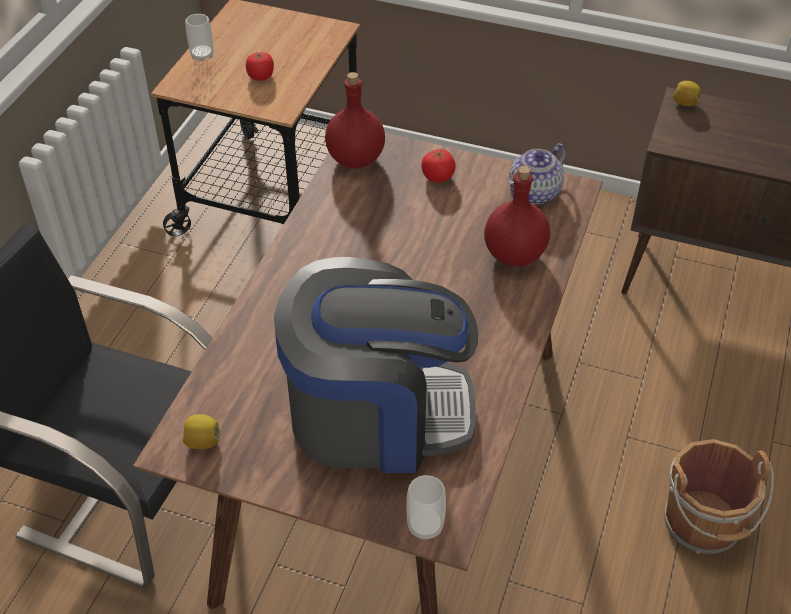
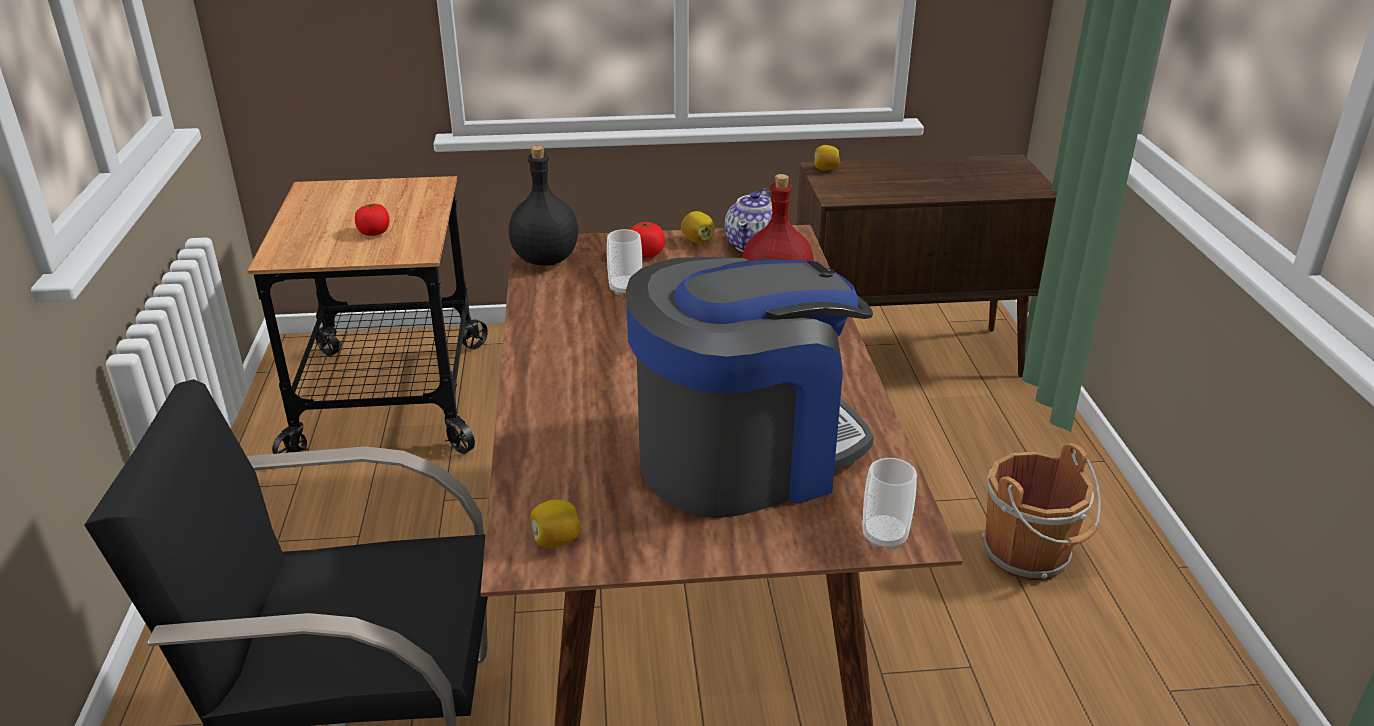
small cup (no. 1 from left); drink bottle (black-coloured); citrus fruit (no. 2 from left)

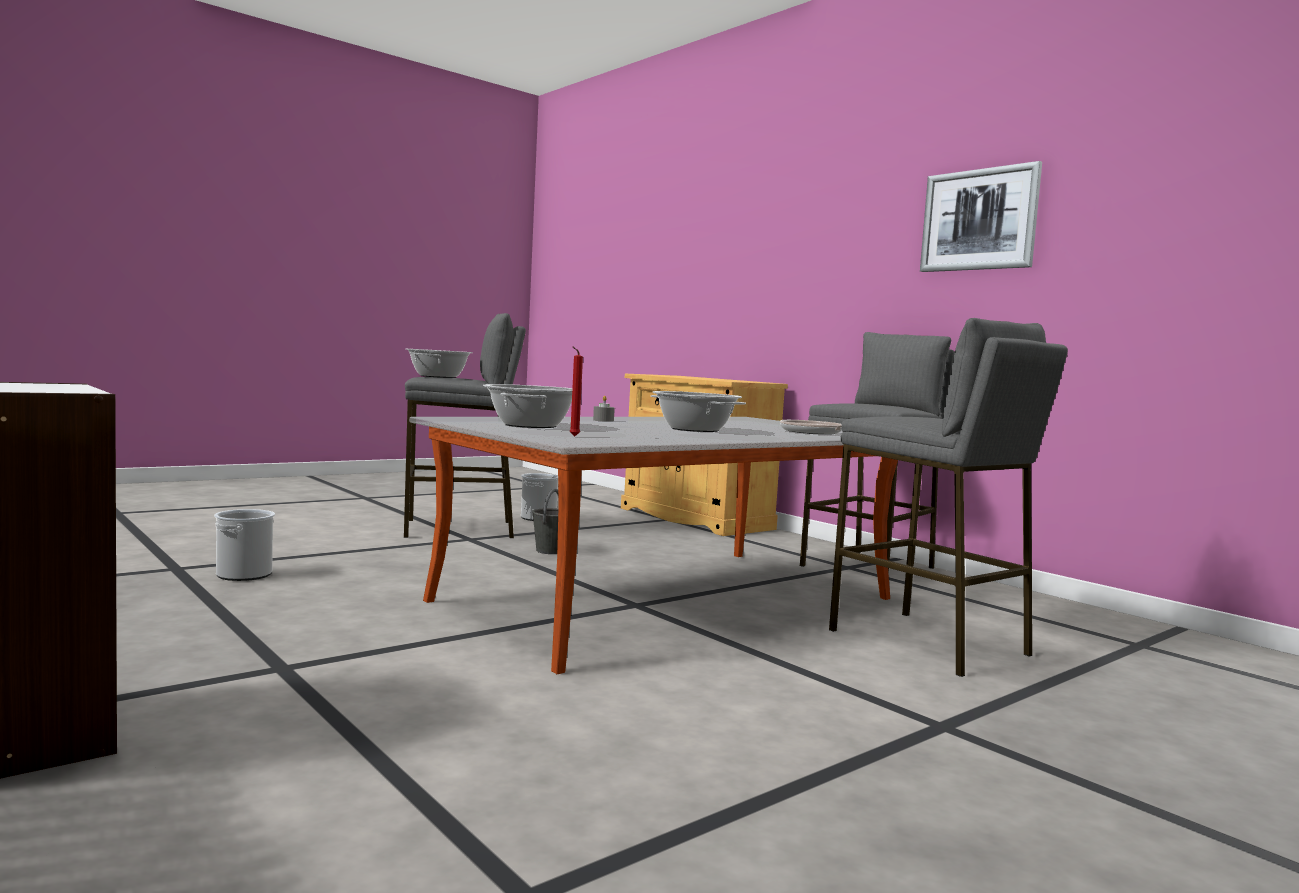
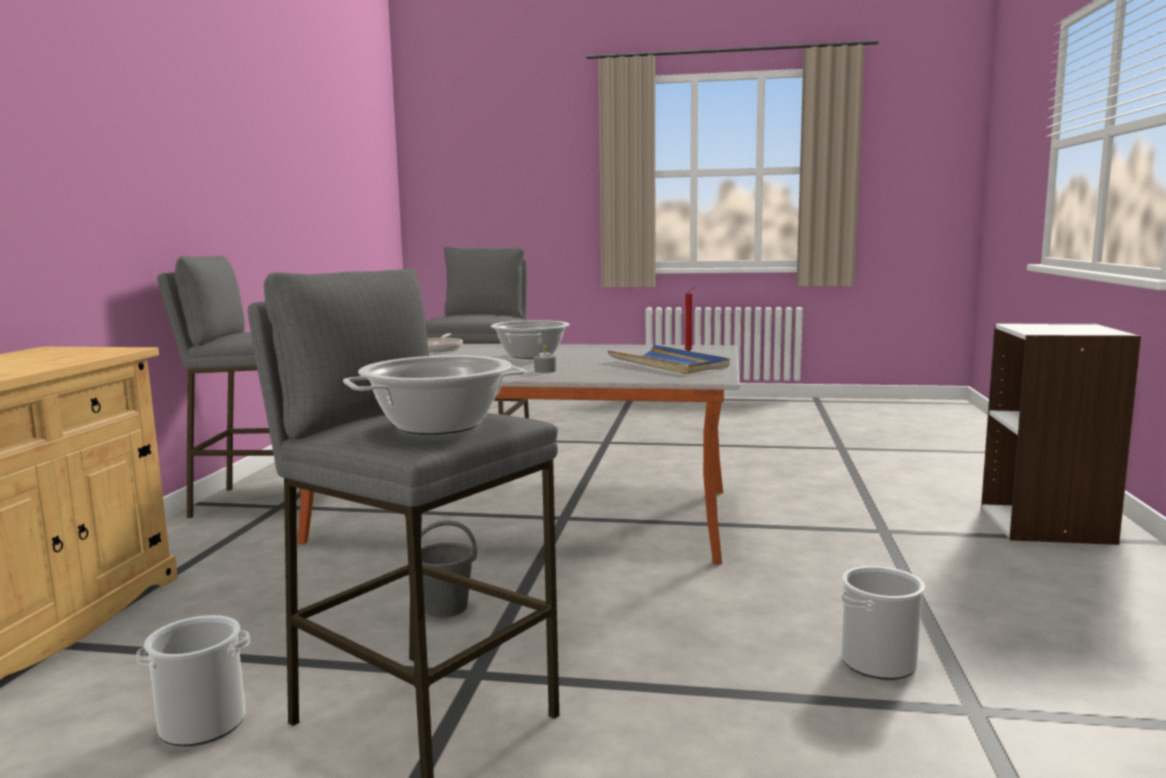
tray (bluish); wall art

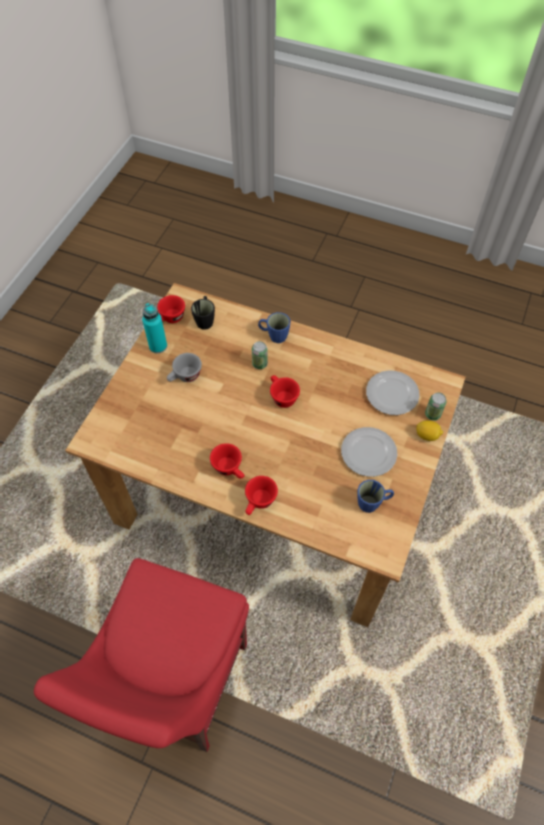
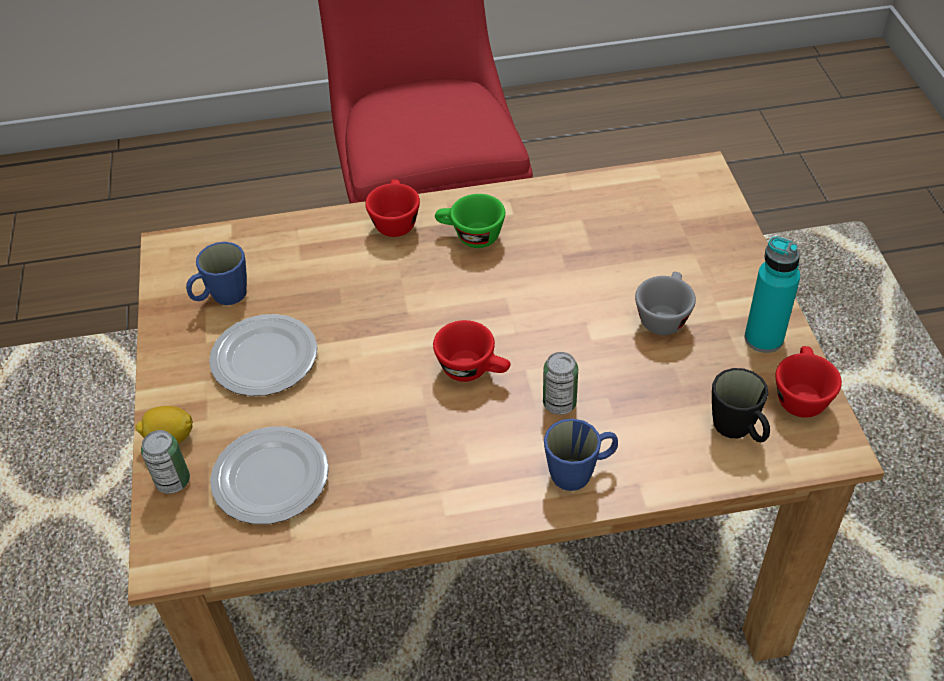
small cup (greenish)

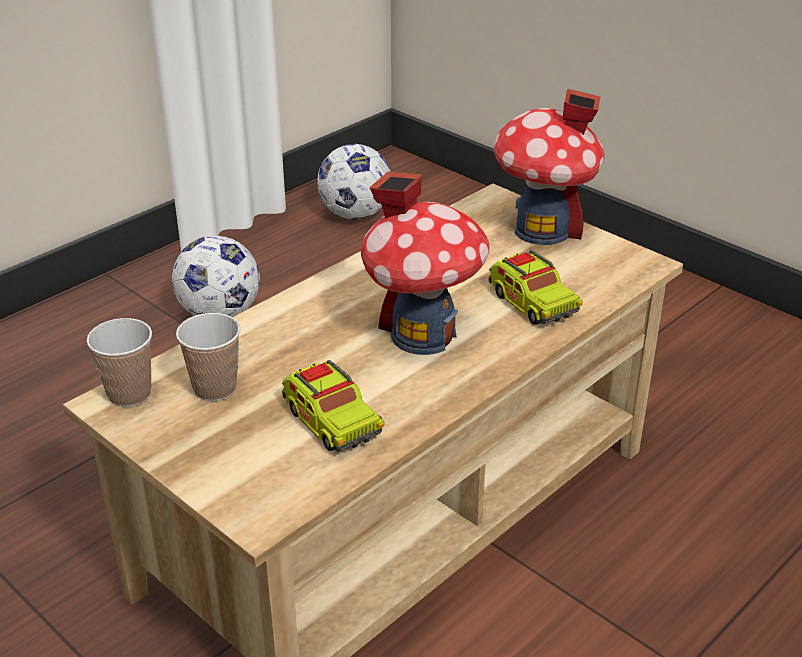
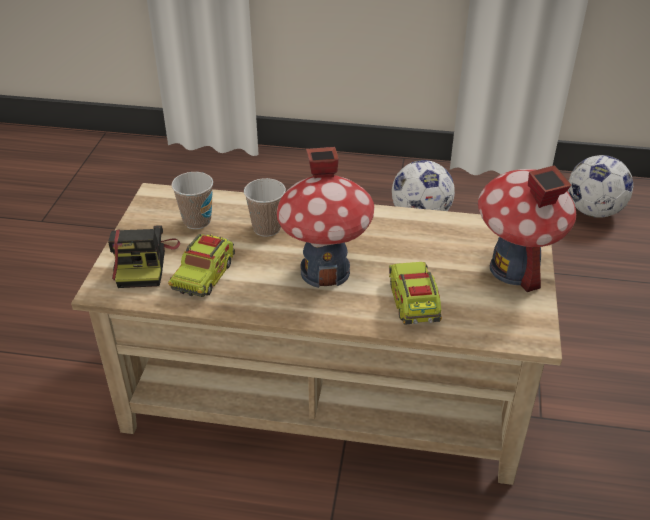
small cup (no. 2 from left); model truck (no. 2 from left); photo camera

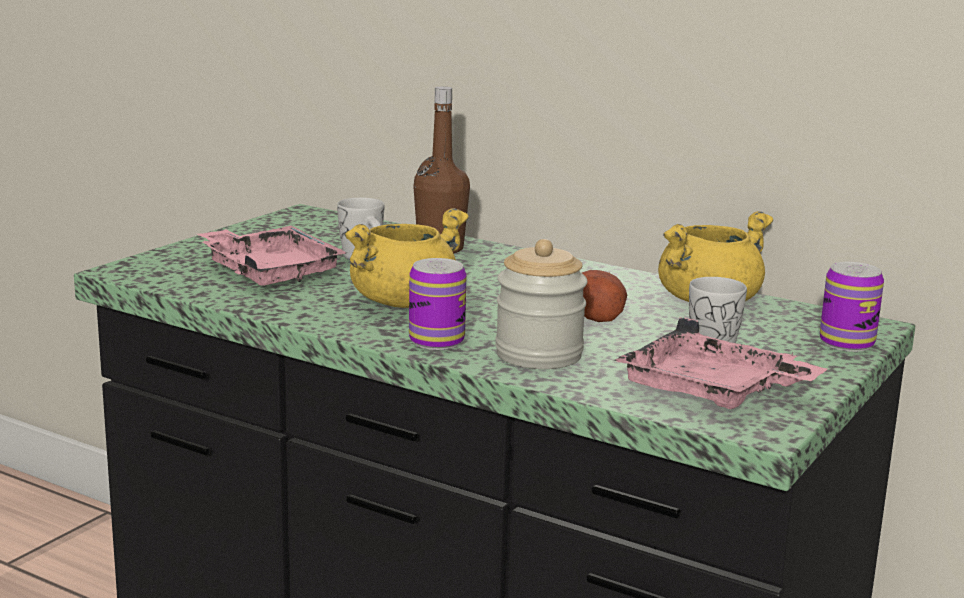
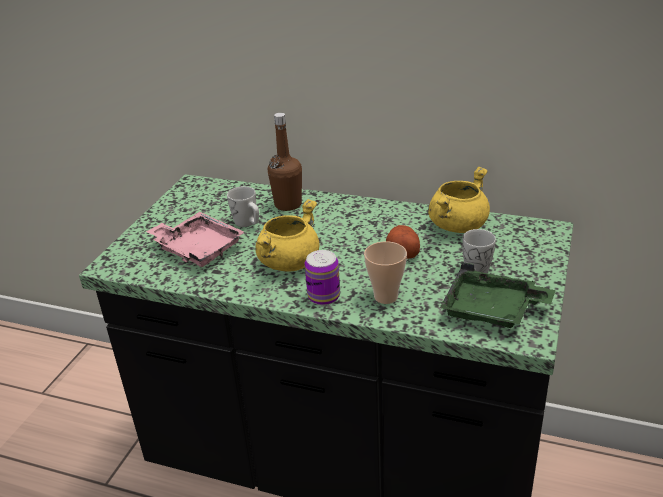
small cup; tray (greenish); sealed can (no. 2 from left in the first image)

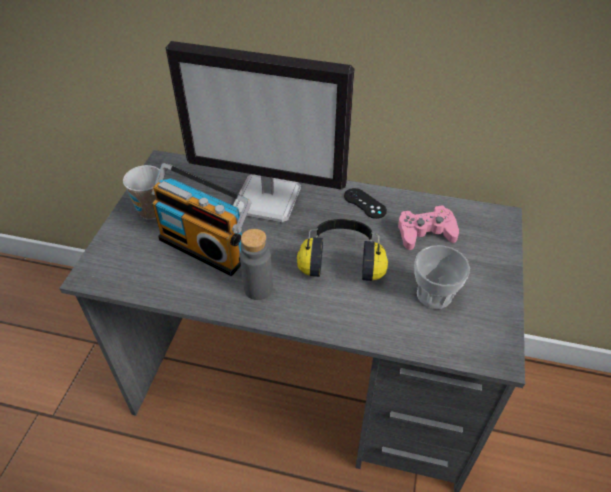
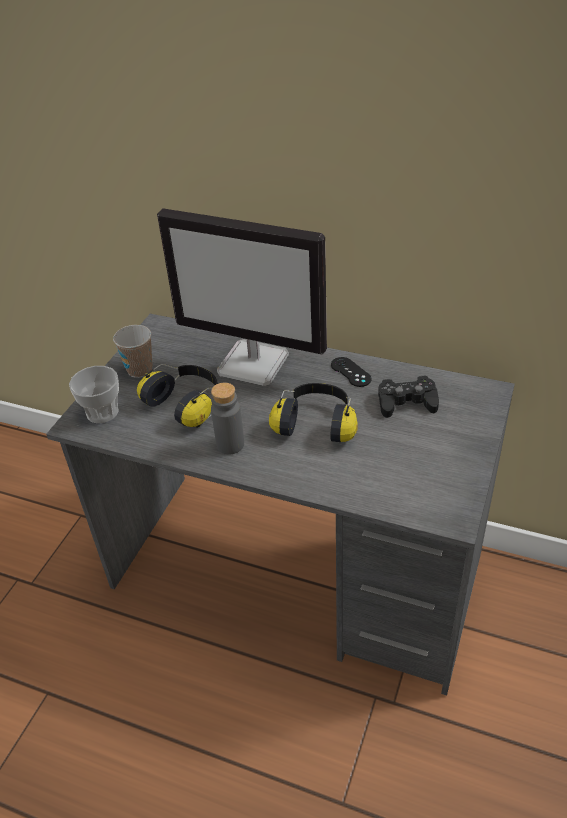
pair of headphones (no. 1 from left); game controller (black-coloured) (no. 2 from left); small cup (no. 1 from left)

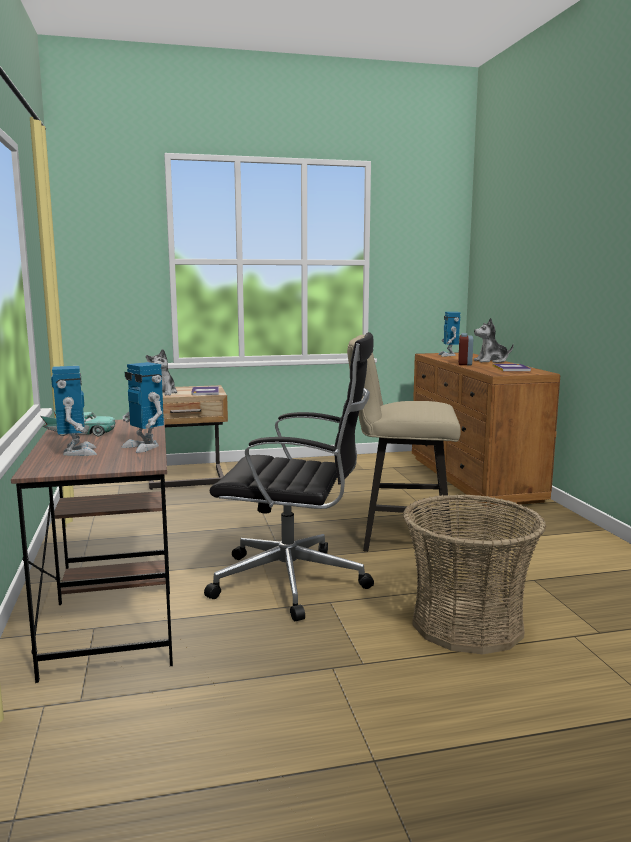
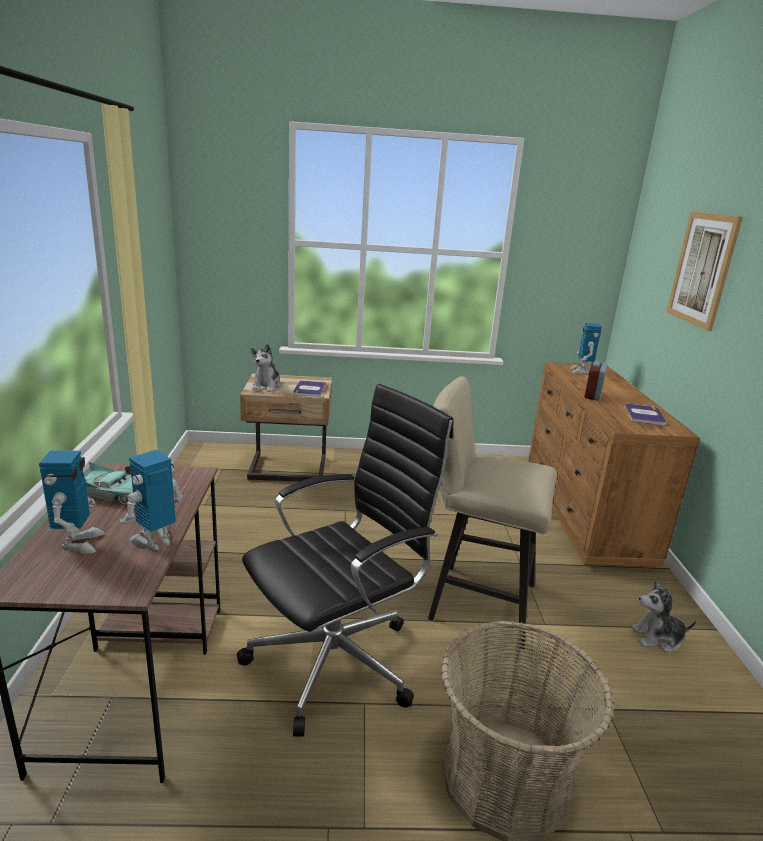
robot figure (no. 2 from left); office chair (black-coloured); plush toy (no. 2 from left); wall art

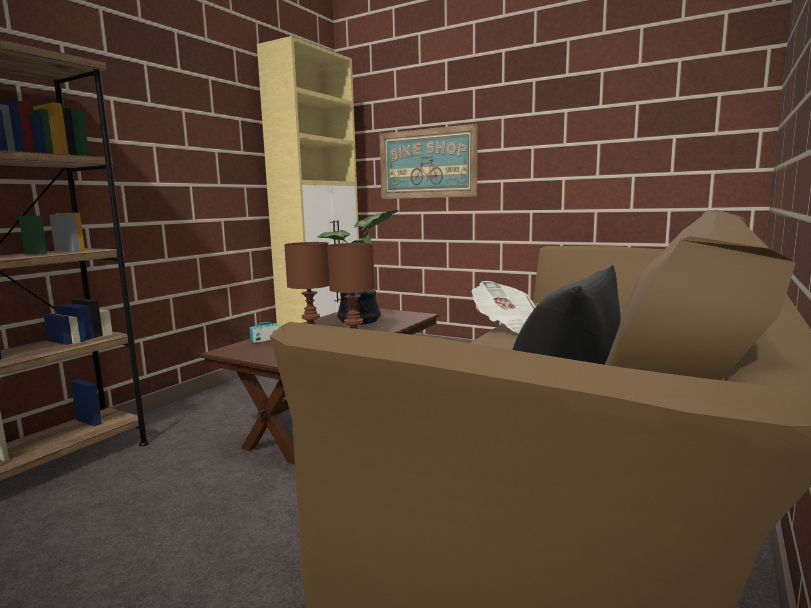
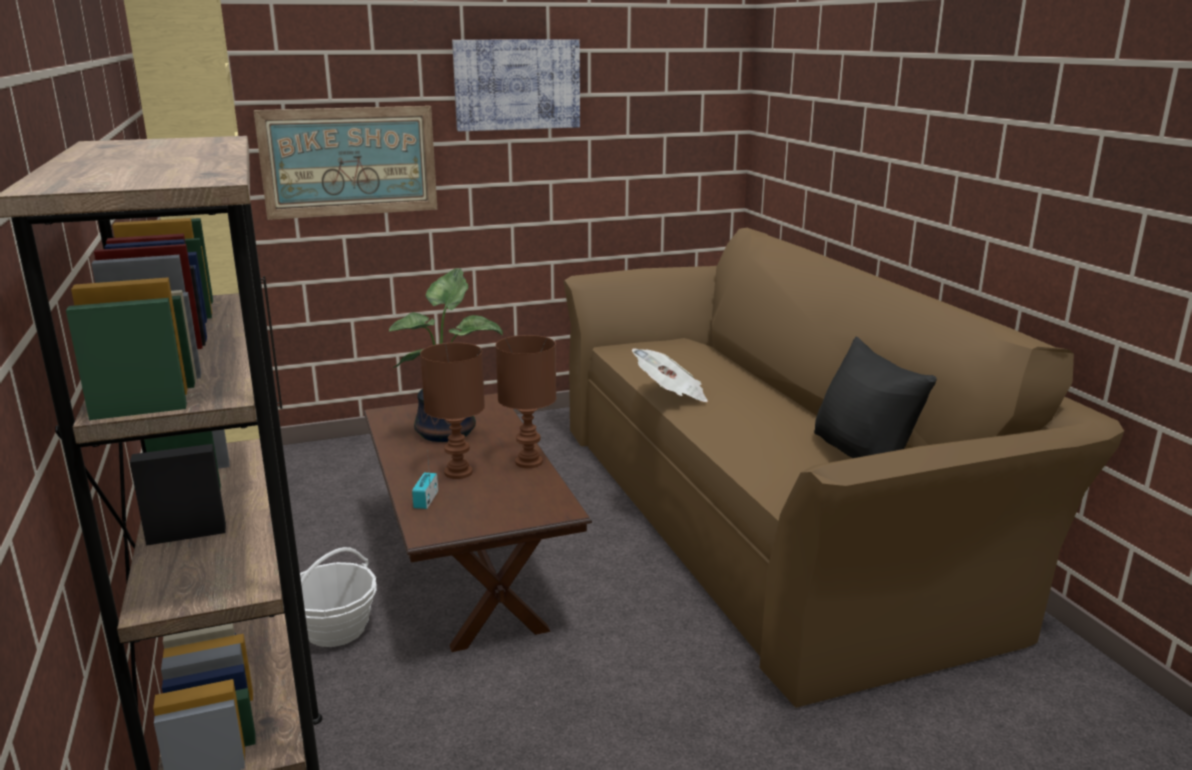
storage basket; wall art (no. 2 from left)

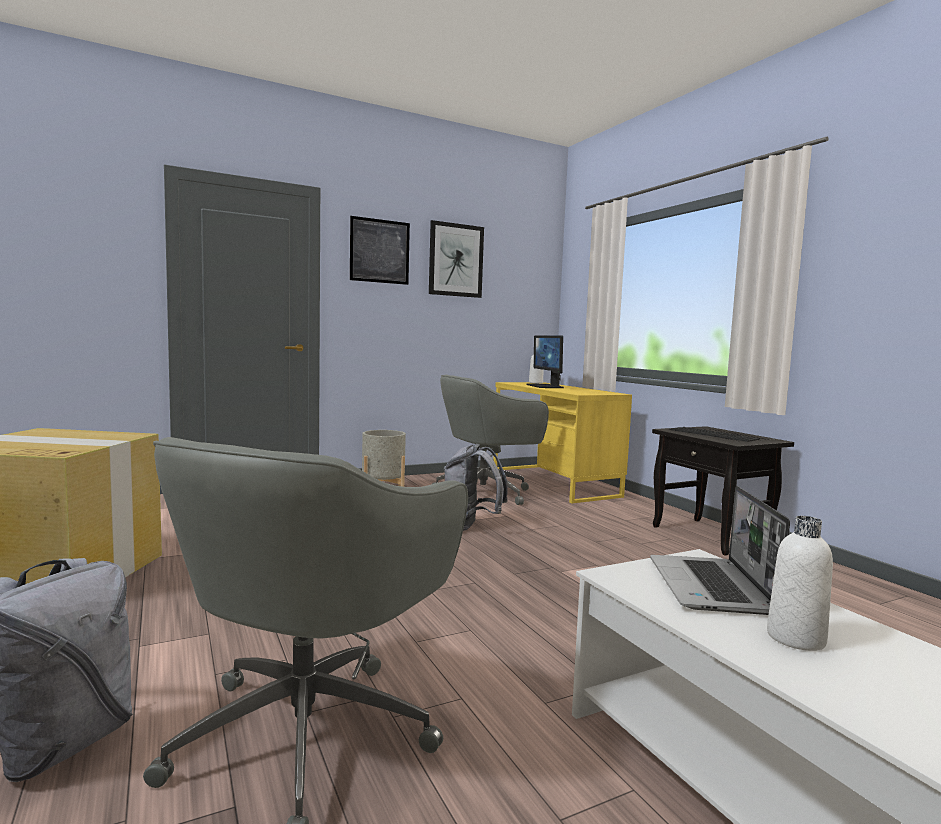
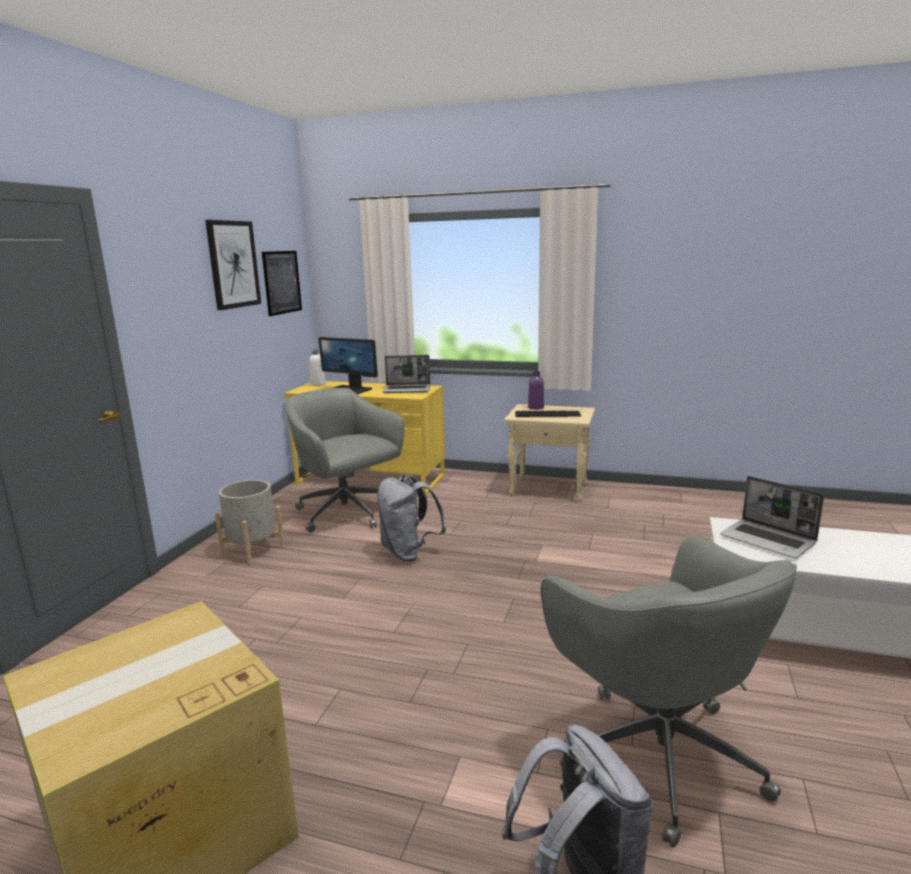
wall art (no. 2 from left); office chair (gray) (no. 1 from left); side table (beige-coloured); drink bottle (whitish) (no. 2 from left in the first image); notebook computer (no. 1 from left); drink bottle (purplish)

